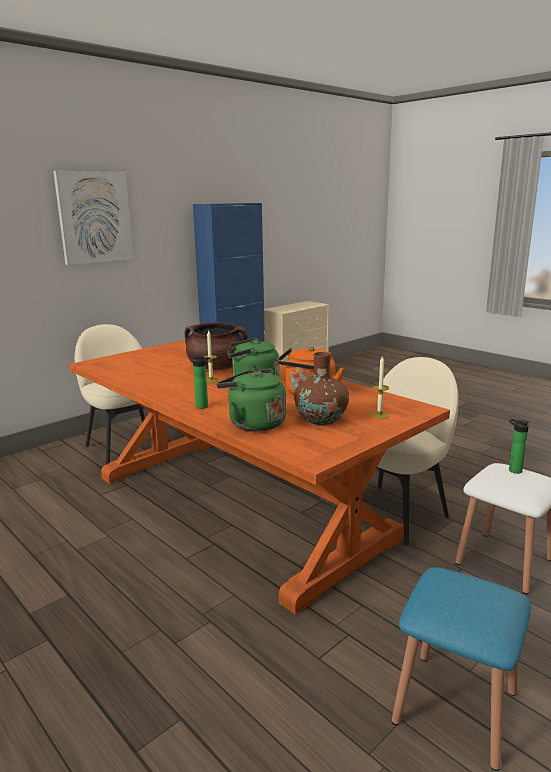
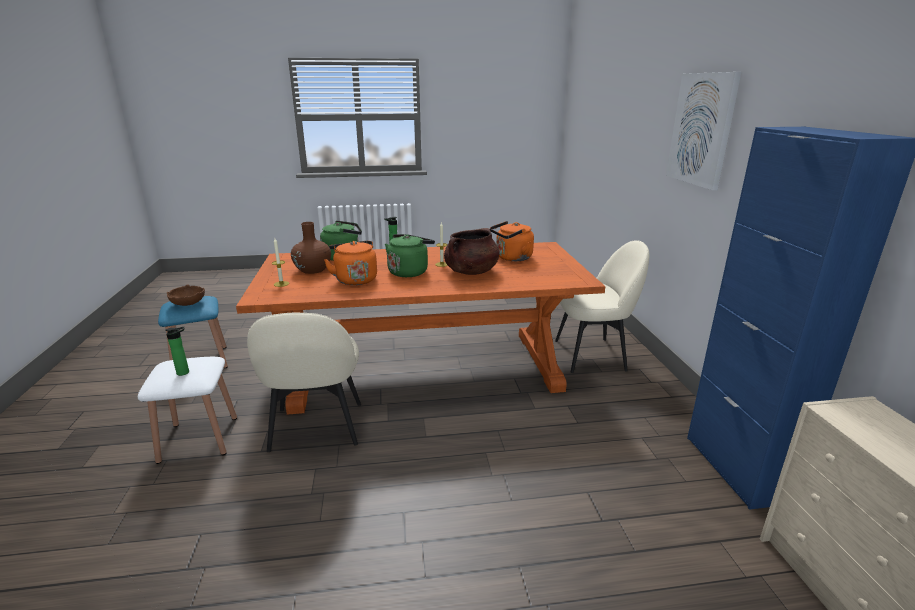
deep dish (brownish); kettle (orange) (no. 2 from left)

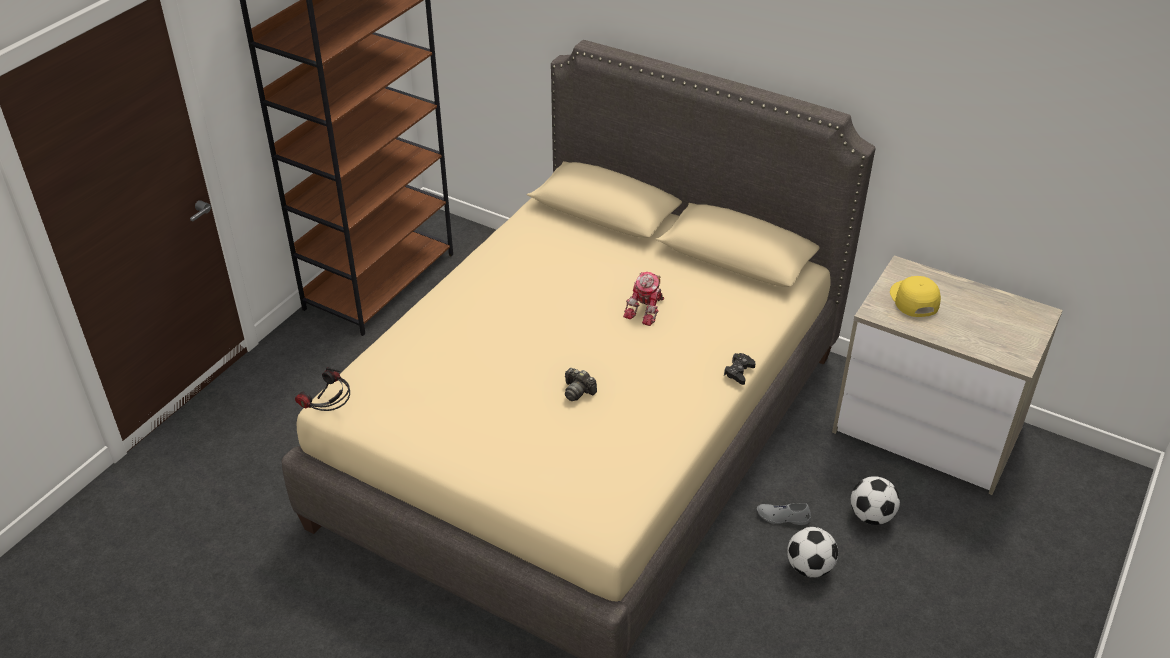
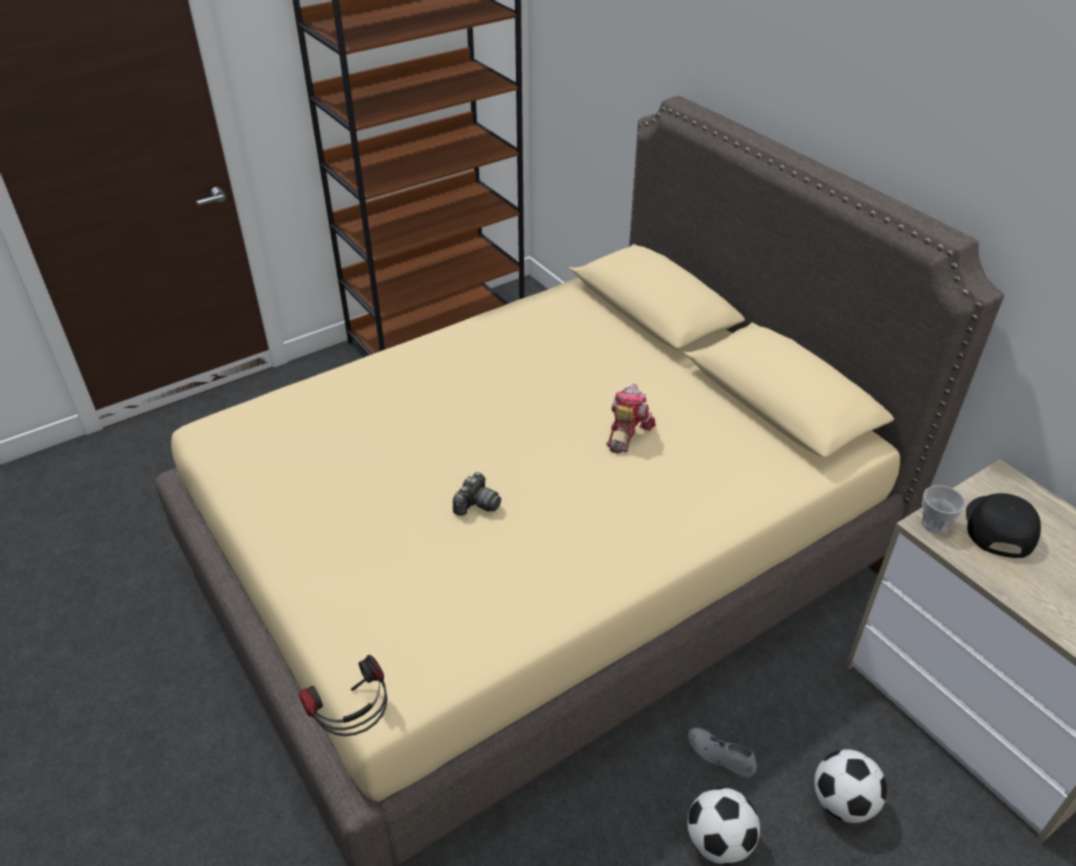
pair of headphones; photo camera; robot figure; game controller (black-coloured); peaked cap (black-coloured); small cup

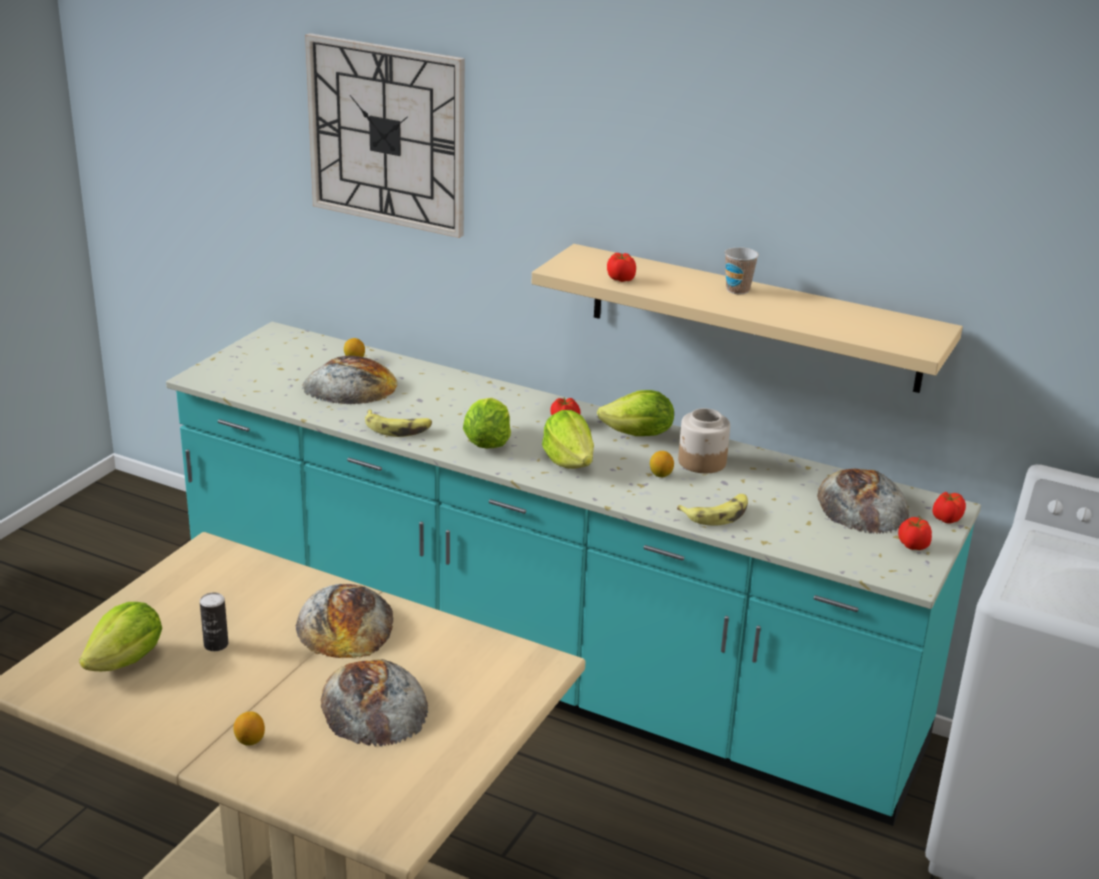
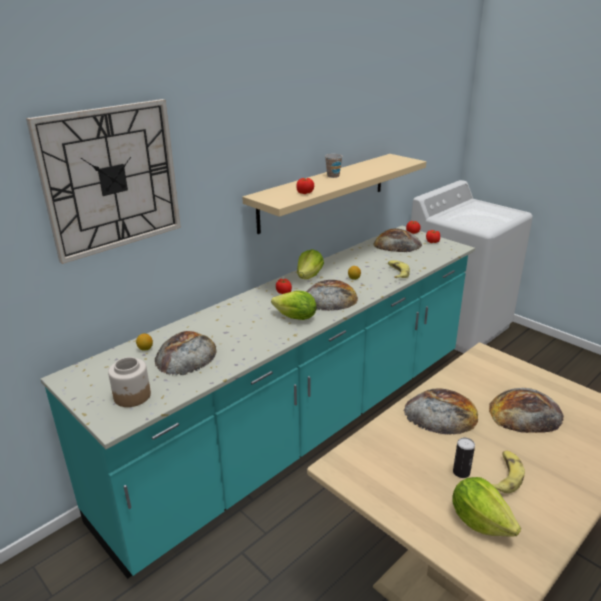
citrus fruit (no. 1 from left in the first image); banana (no. 2 from left); bread (no. 2 from left); storage jar

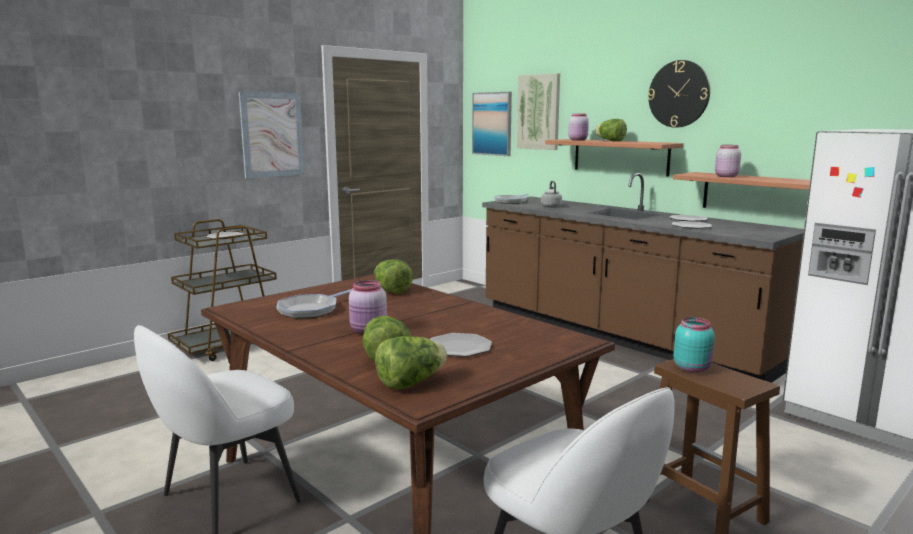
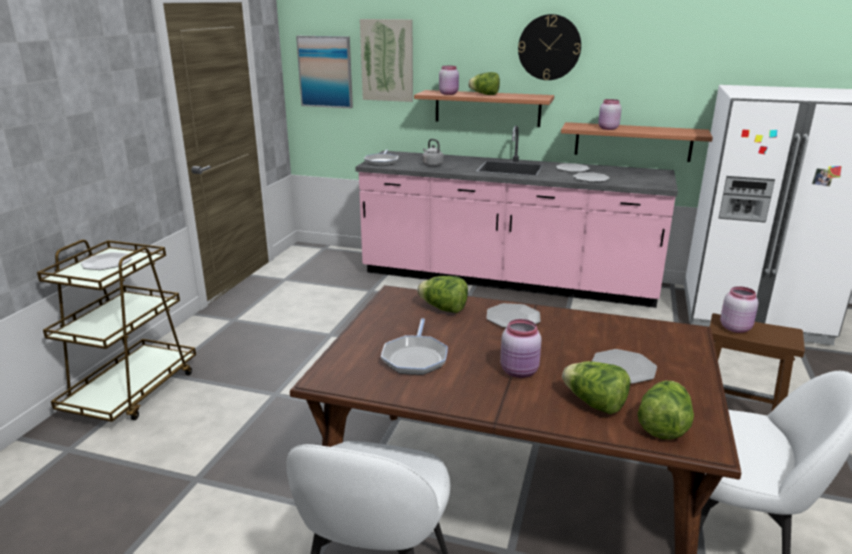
wall art (no. 1 from left in the first image); kitchen base unit (pink); storage jar (pink) (no. 4 from left); plate (no. 2 from left)

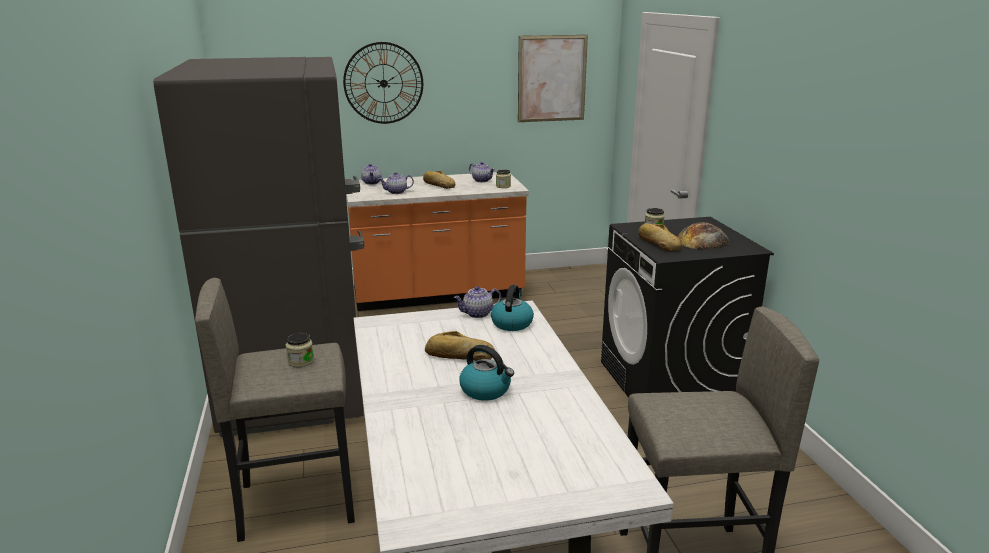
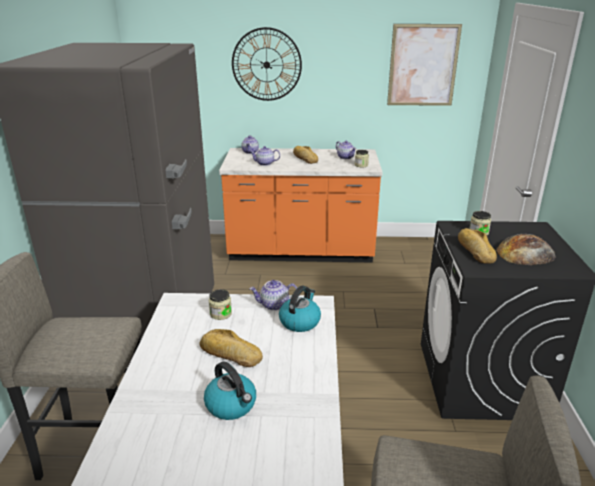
storage jar (no. 1 from left)

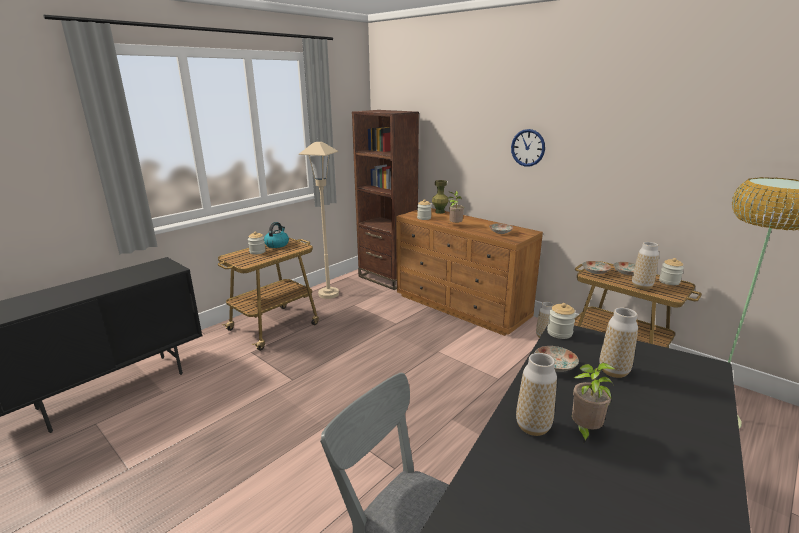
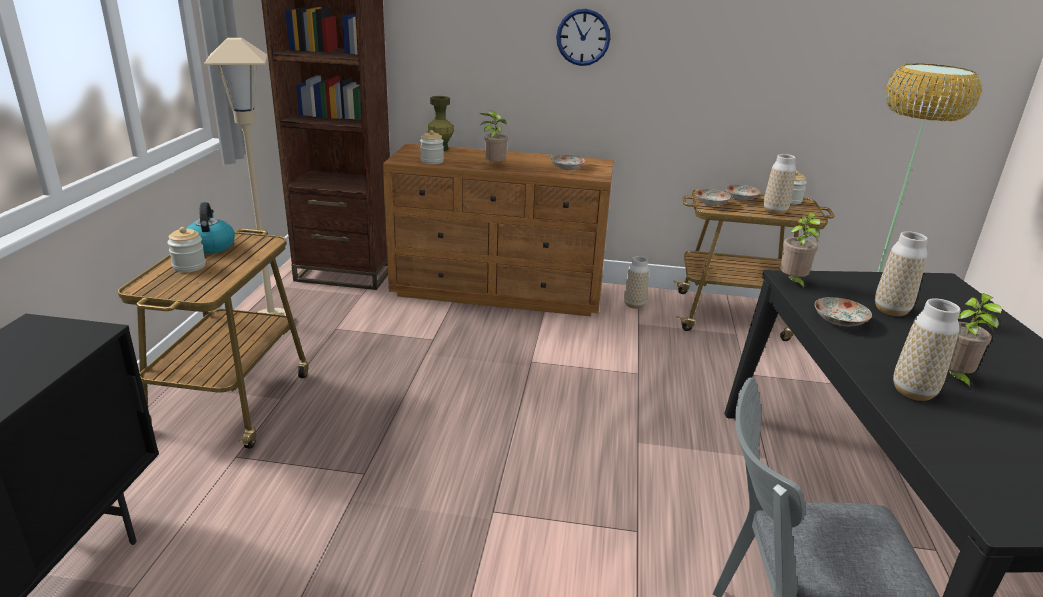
potted plant (no. 2 from left)

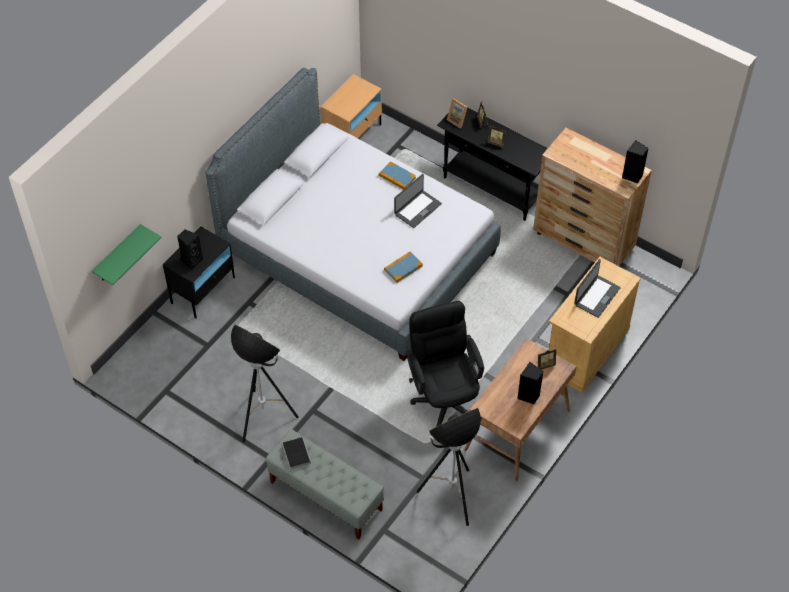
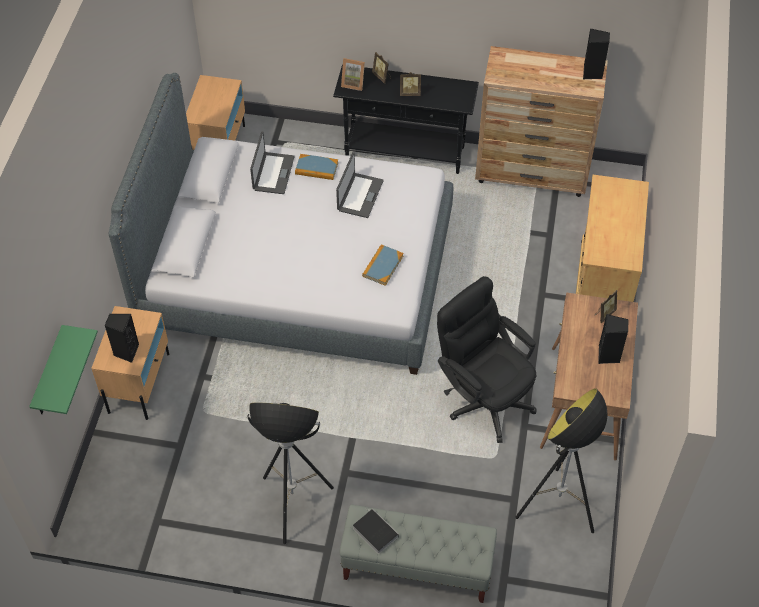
bedside table (beige-coloured) (no. 1 from left); notebook computer (no. 1 from left)

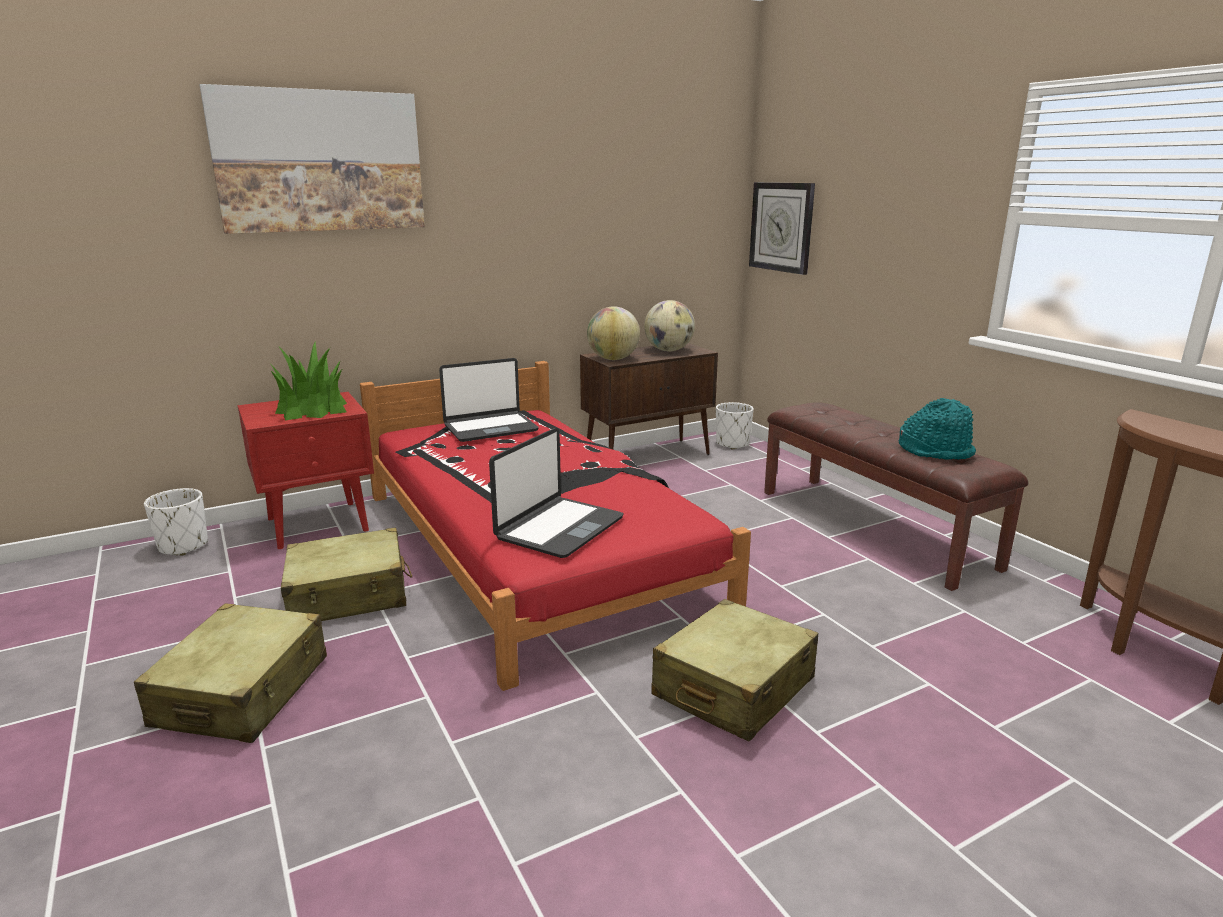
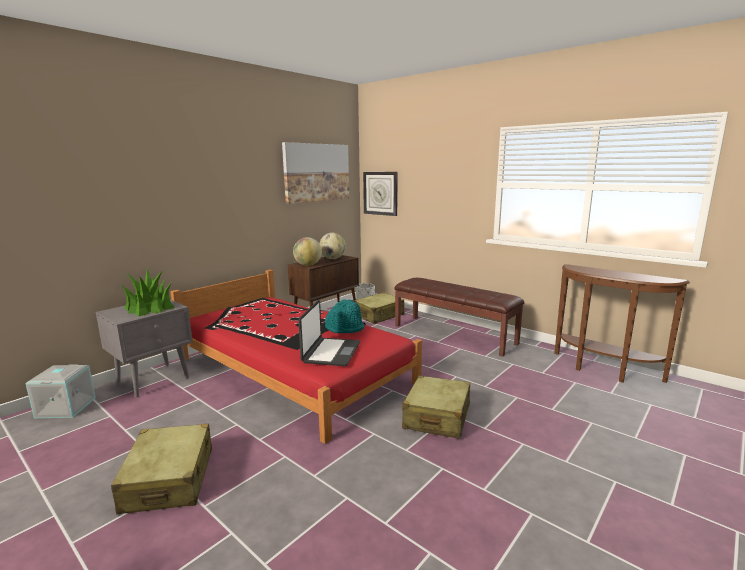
storage box (gray); wall art; bedside table (gray); suitcase (beige-coloured) (no. 2 from left); notebook computer (no. 1 from left in the first image); hat (turquoise)

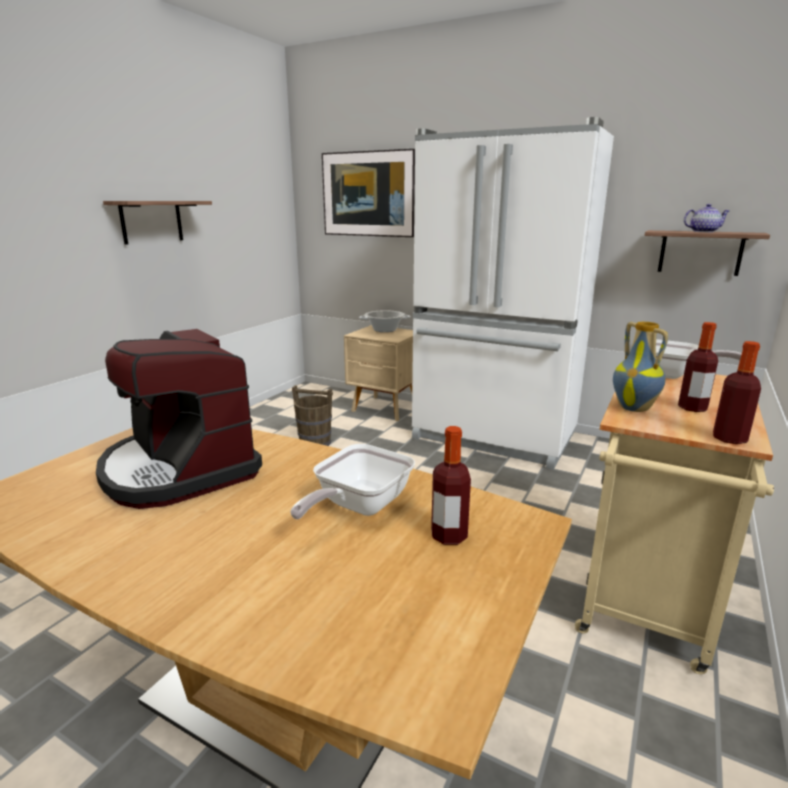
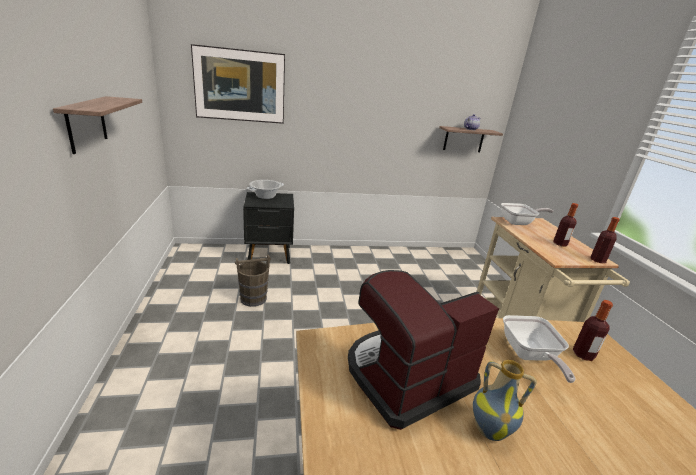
coffee machine; bedside table (black-coloured); fridge (whitish); decorative vase

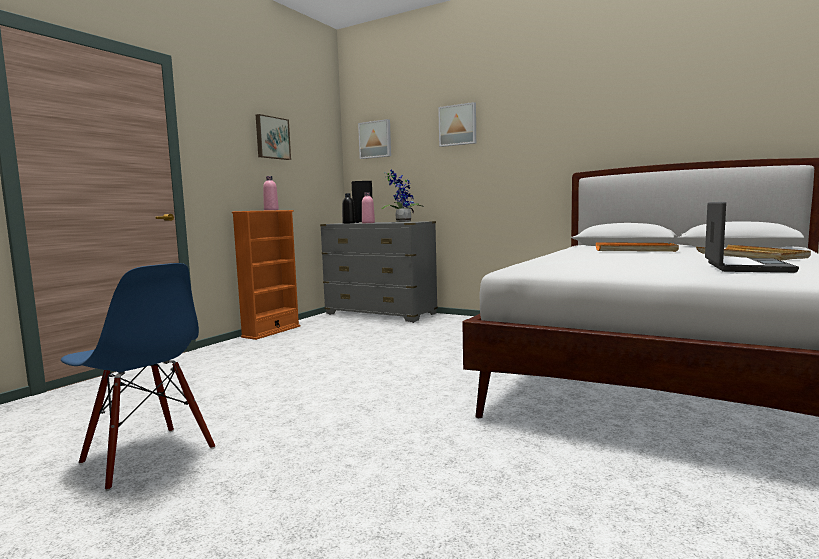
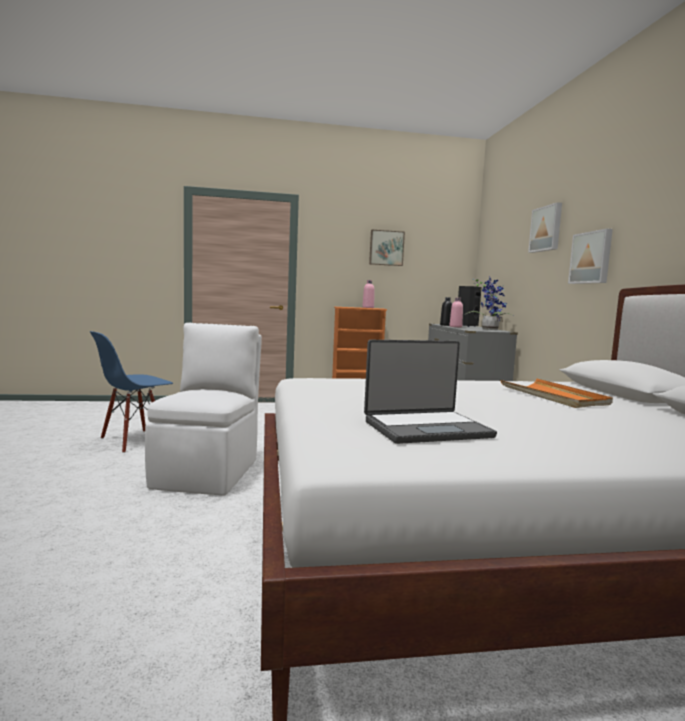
chair (bluish); wall art (no. 3 from left); tray (beige-coloured); chair (whitish)

